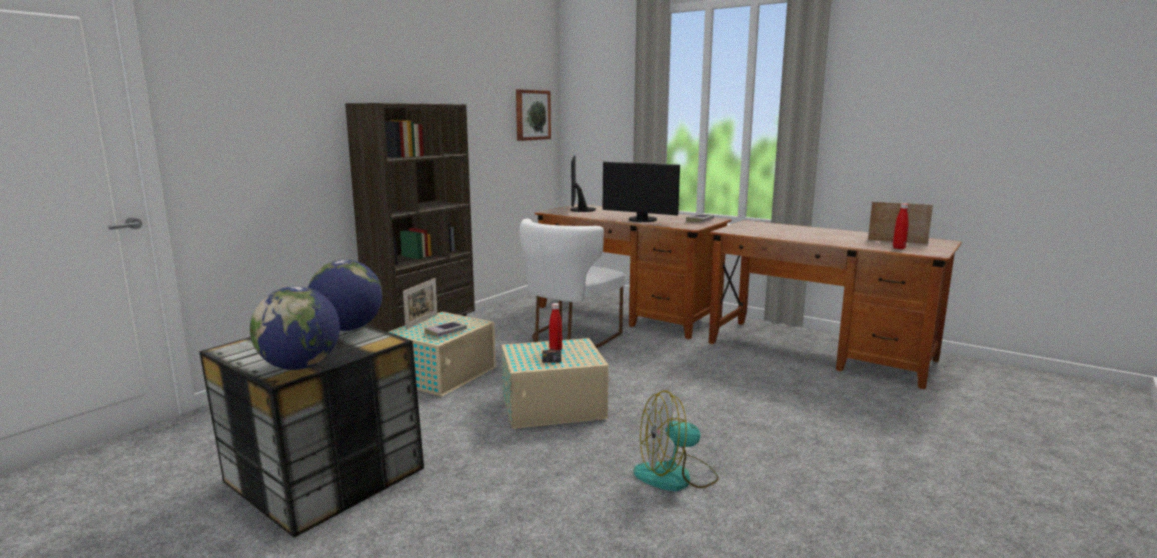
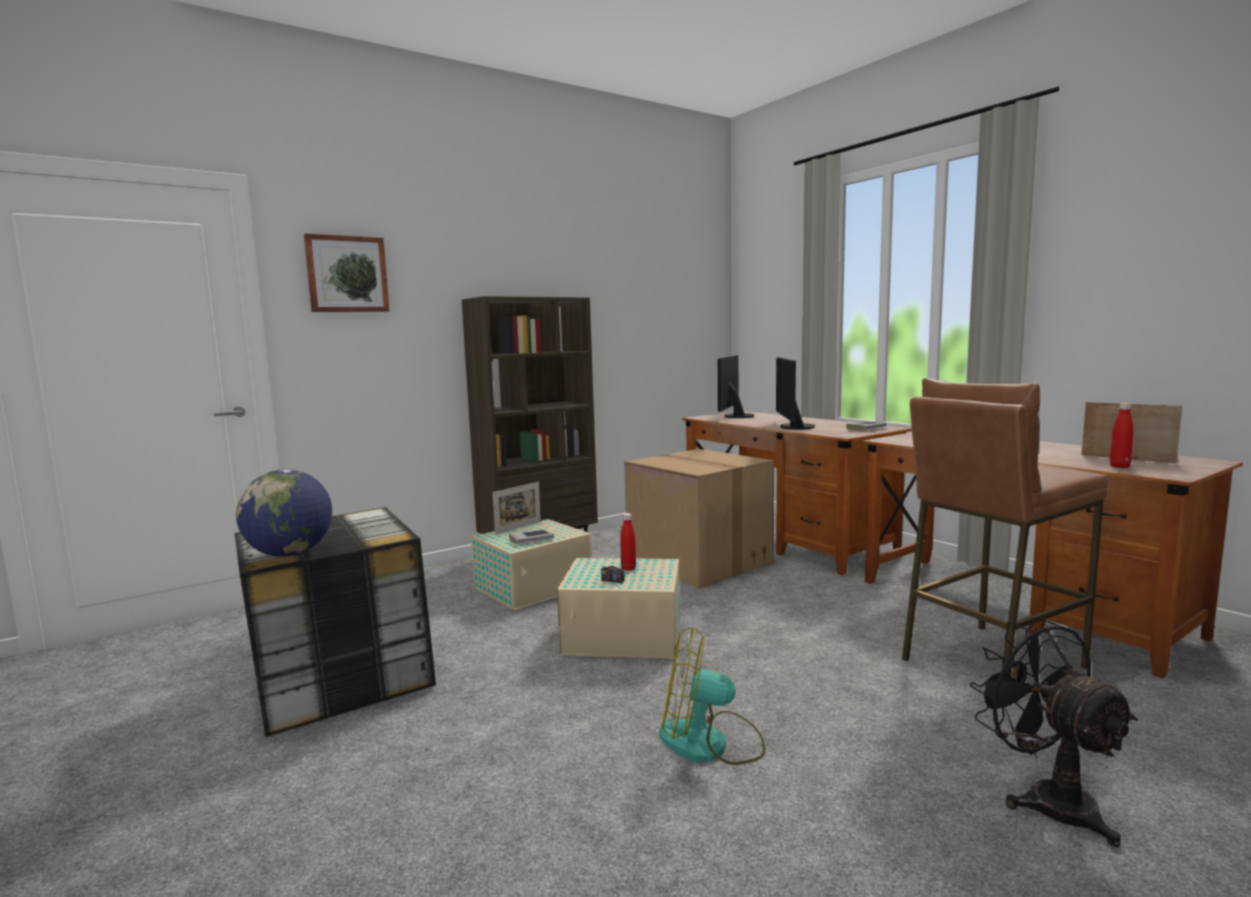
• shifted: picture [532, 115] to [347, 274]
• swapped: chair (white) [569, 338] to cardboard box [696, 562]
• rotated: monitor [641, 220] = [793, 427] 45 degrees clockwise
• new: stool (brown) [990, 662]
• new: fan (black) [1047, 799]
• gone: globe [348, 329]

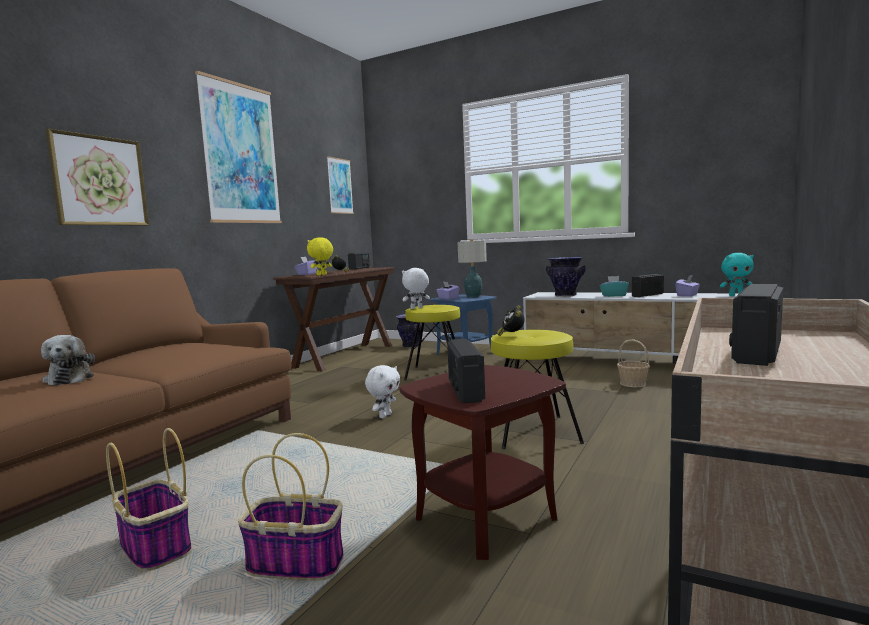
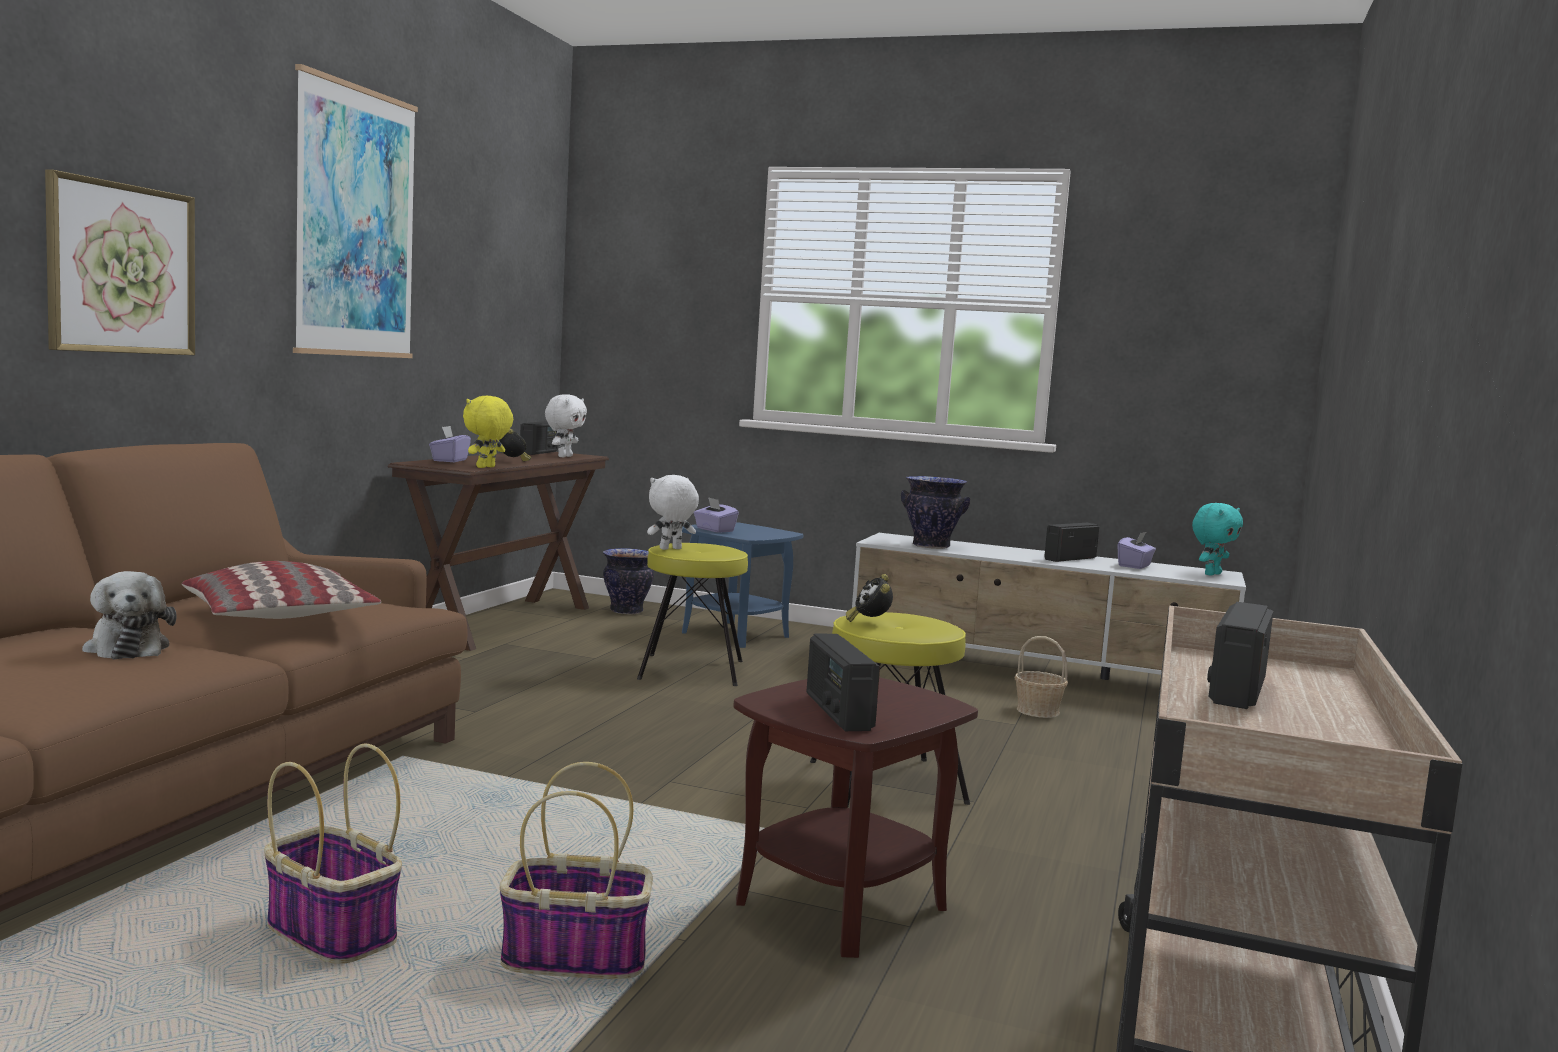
• new: pillow [281, 618]
• shifted: plush toy (white) [384, 416] to [564, 456]
• rotated: plush toy (turquoise) [736, 295] = [1211, 574] 45 degrees counterclockwise
• gone: picture [340, 186]
• gone: table lamp [473, 296]
• gone: tissue box (turquoise) [613, 295]

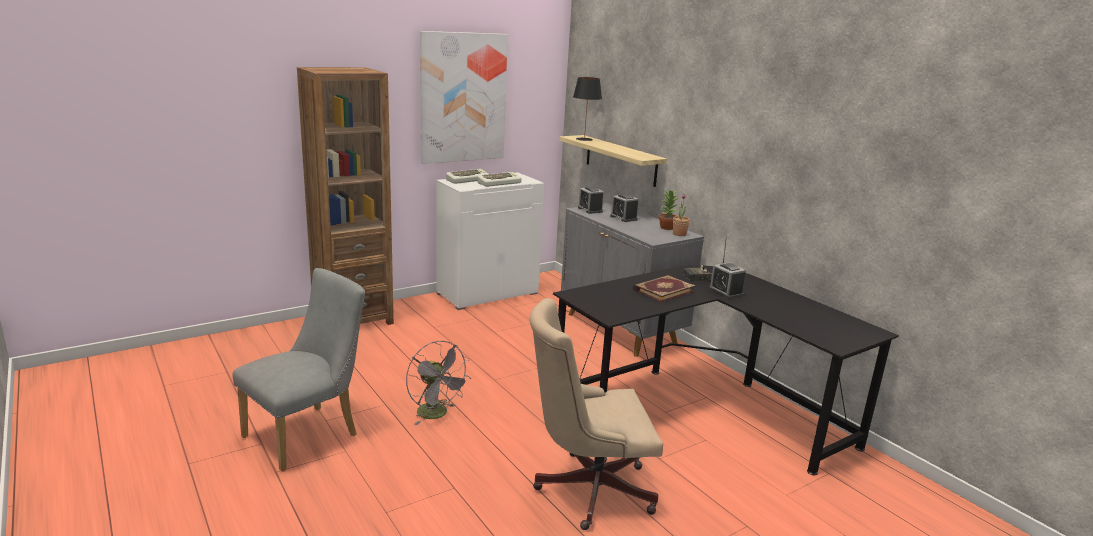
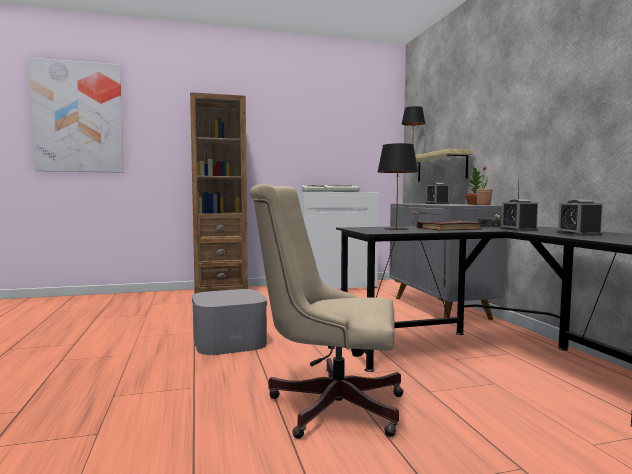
• shifted: picture [462, 98] to [78, 117]
• swapped: fan (grey) [437, 414] to storage box (grey) [229, 341]
• new: table lamp (black) [397, 229]
• shifted: alarm clock [590, 210] to [578, 234]
• gone: chair (grey) [308, 433]

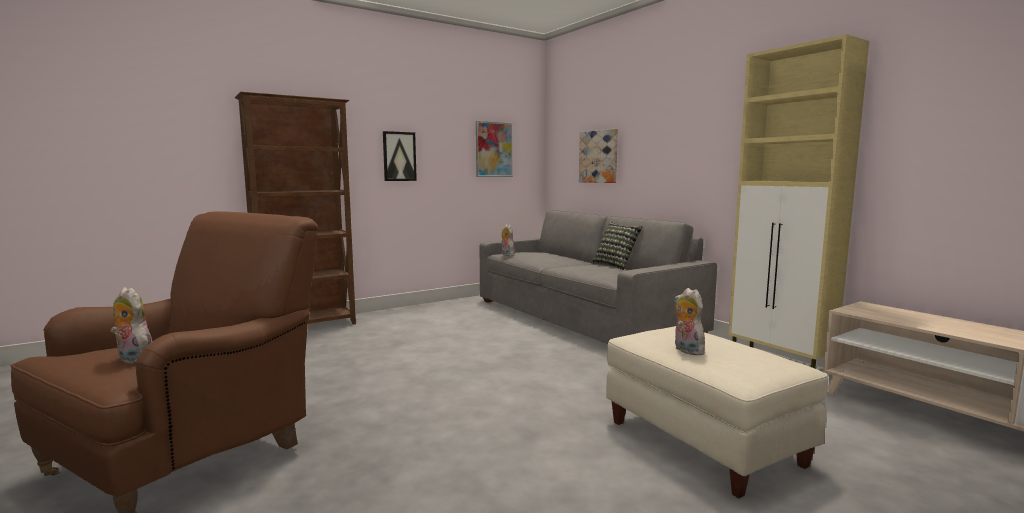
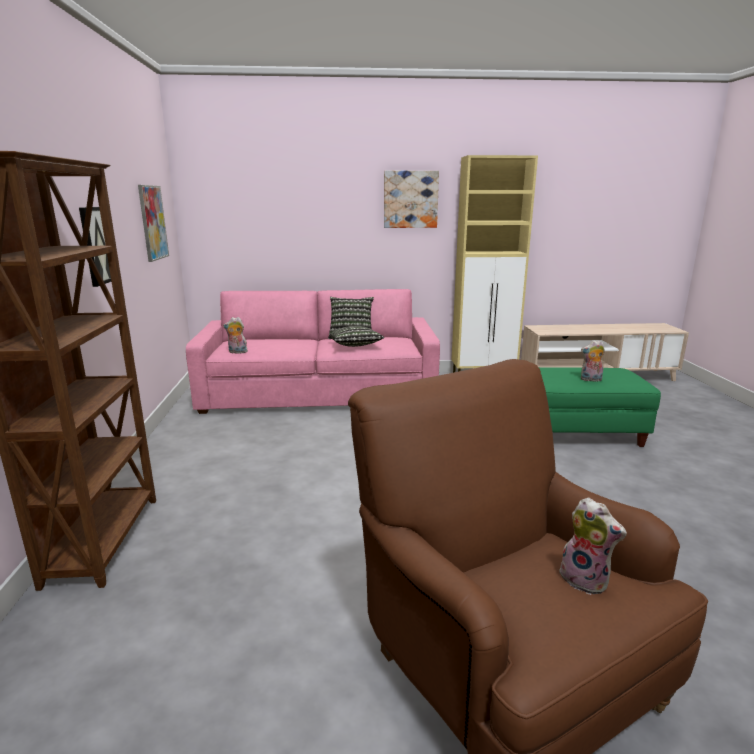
• repainted: sofa (grey) [582, 316] to sofa (pink) [319, 392]
• new: pillow [355, 346]
• shifted: picture [599, 156] to [410, 199]
• repainted: ottoman (beige) [704, 442] to ottoman (green) [580, 432]
• rotated: plush toy [133, 360] = [586, 579] 105 degrees counterclockwise

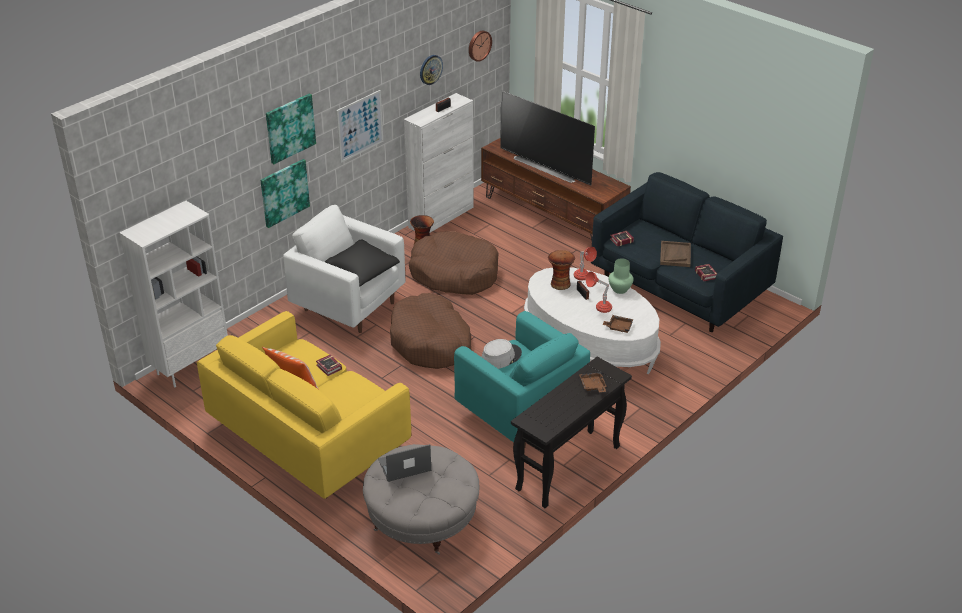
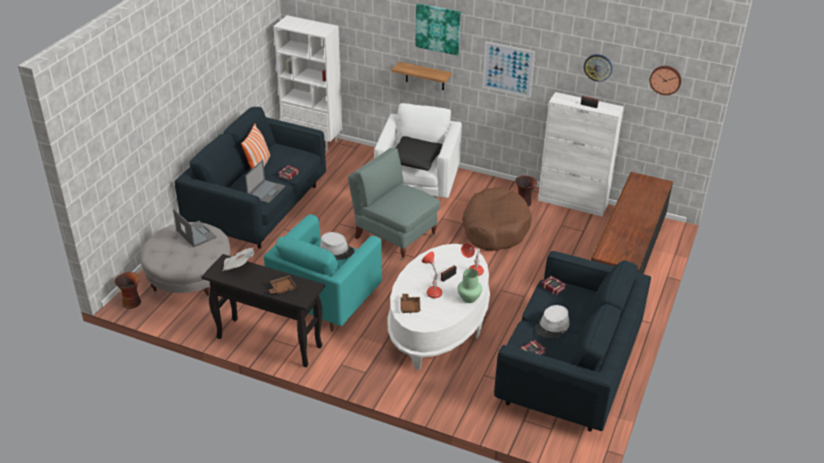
• shifted: vase [560, 283] to [132, 302]
• repainted: sofa (yellow) [310, 437] to sofa (blue) [258, 208]
• new: newspaper [238, 266]
• new: laptop [266, 191]
• swapped: dog bed (brown) [431, 342] to armchair (grey) [394, 236]
• swapped: picture [284, 192] to shelf [425, 76]
• swapped: tray (brown) [675, 255] to hat (grey) [552, 326]
• gone: television [547, 166]

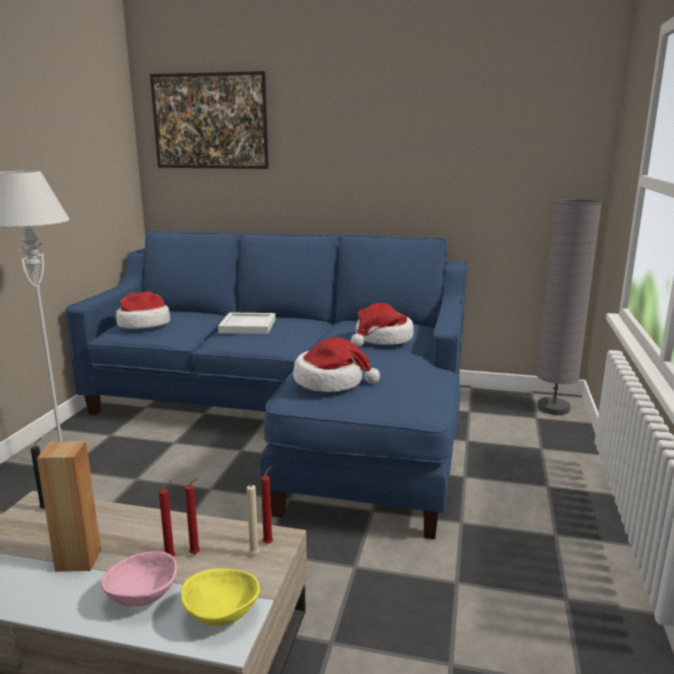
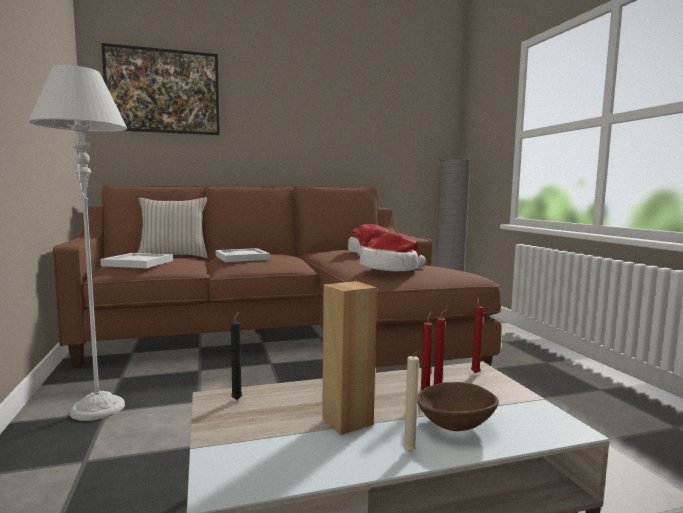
• repainted: sofa (blue) [293, 416] to sofa (brown) [282, 336]
• swapped: hat [144, 324] to tray (white) [137, 263]
• new: pillow (beige) [173, 257]
• shifted: candle (beige) [253, 555] to [411, 453]
• repainted: bowl (pink) [142, 597] to bowl (brown) [455, 426]
• gone: bowl (yellow) [221, 615]

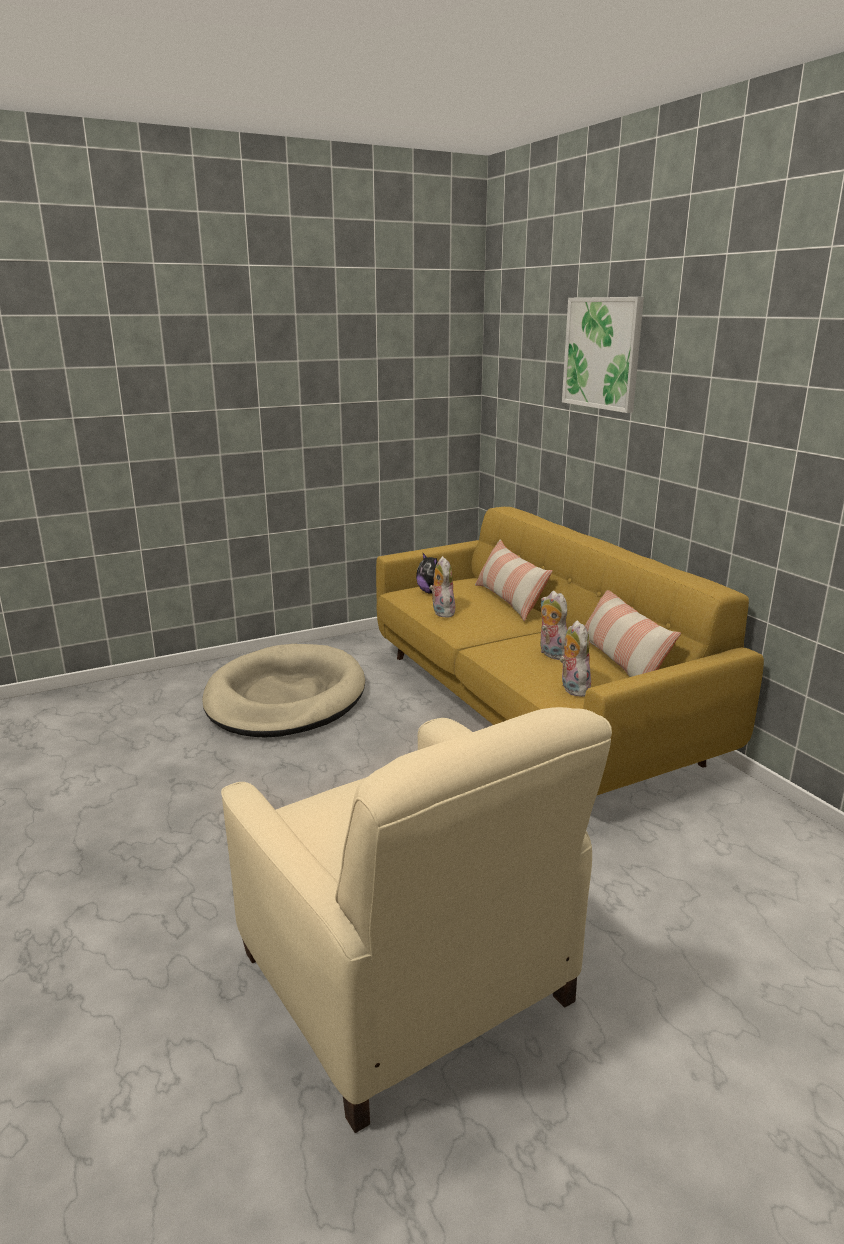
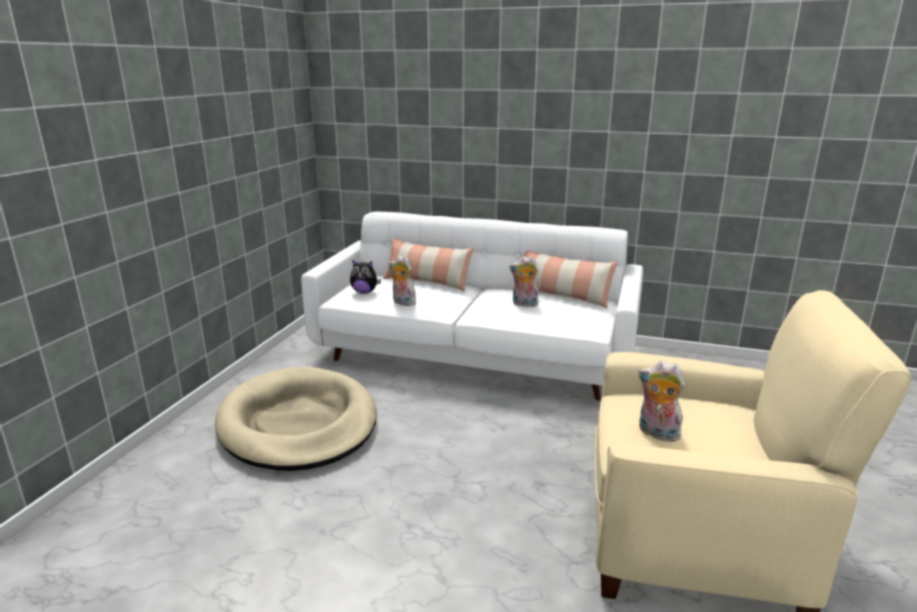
• repainted: sofa (yellow) [530, 706] to sofa (white) [474, 355]
• shifted: plush toy [572, 688] to [656, 433]
• gone: picture [602, 353]

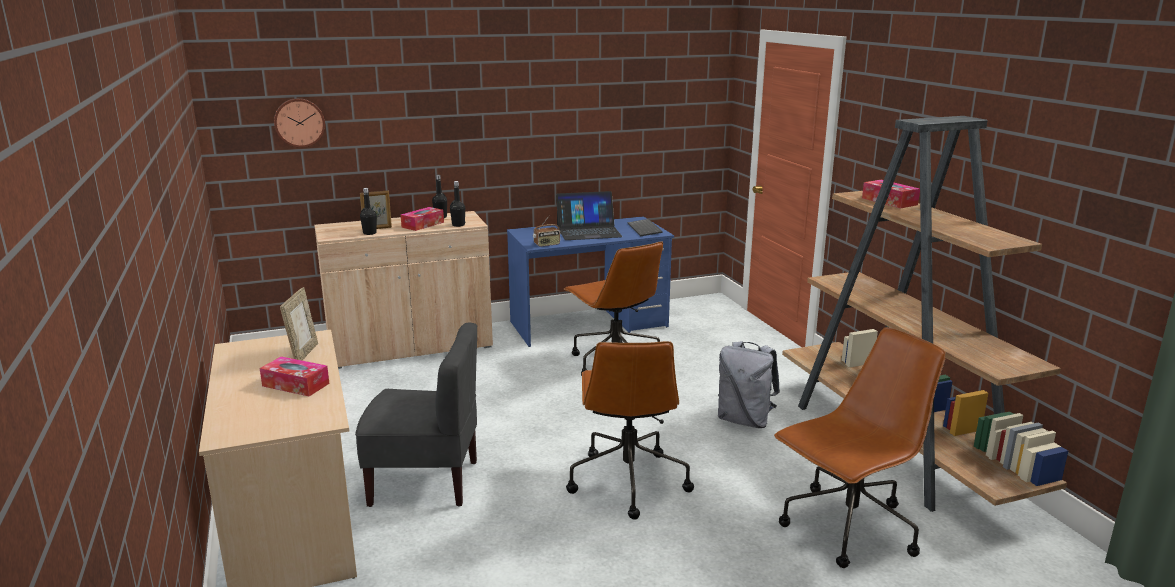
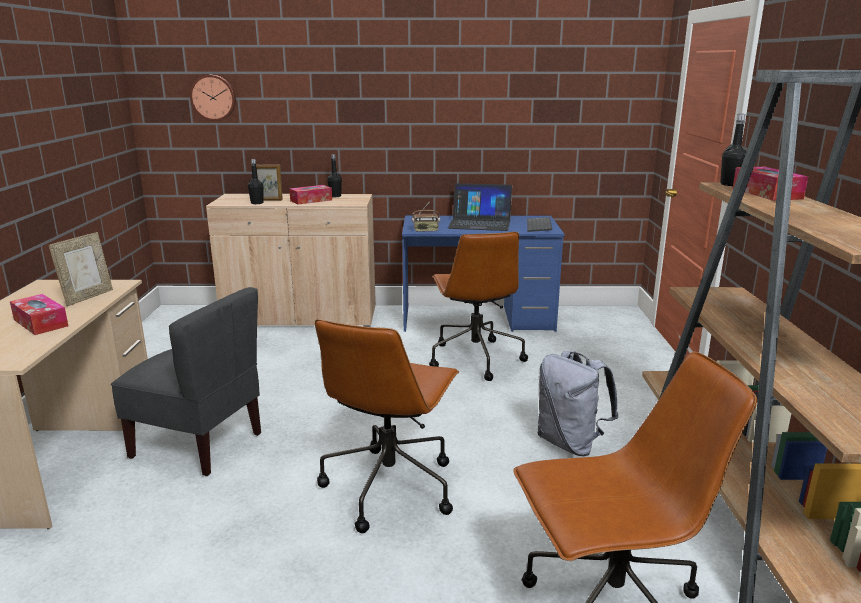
• shifted: bottle (black) [458, 225] to [730, 184]

